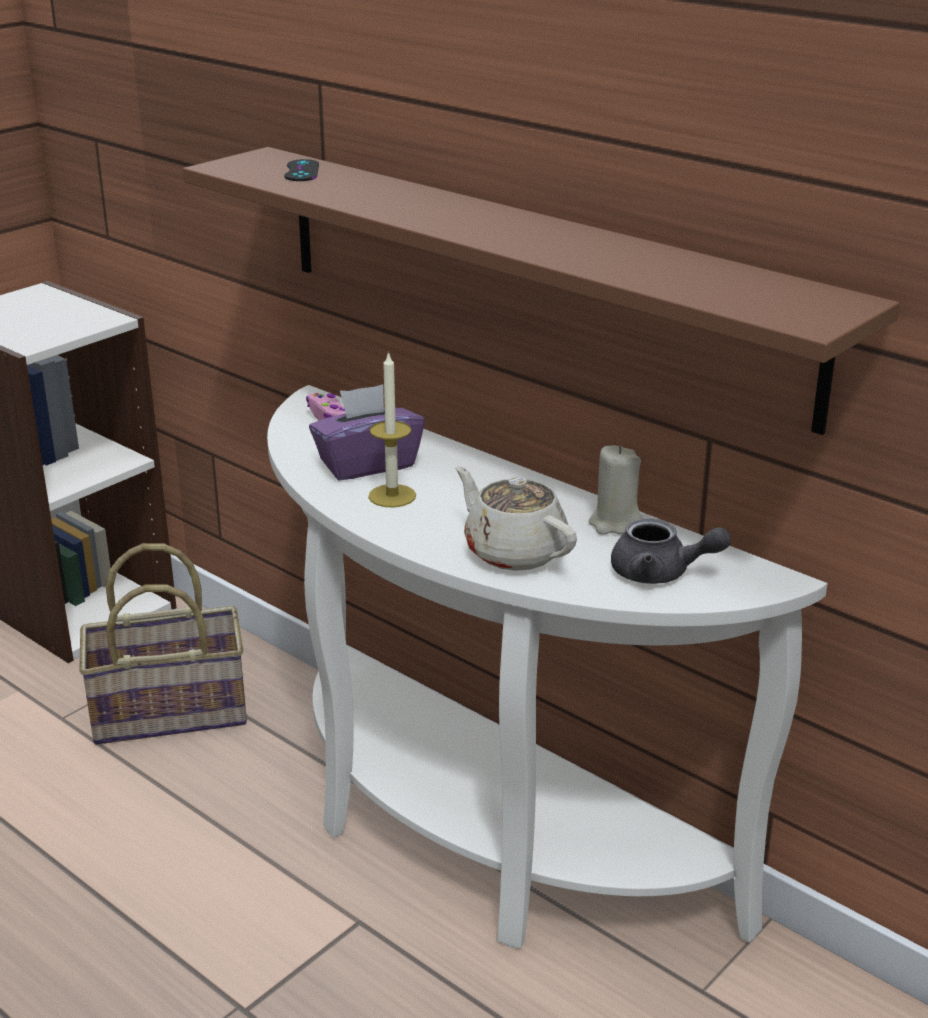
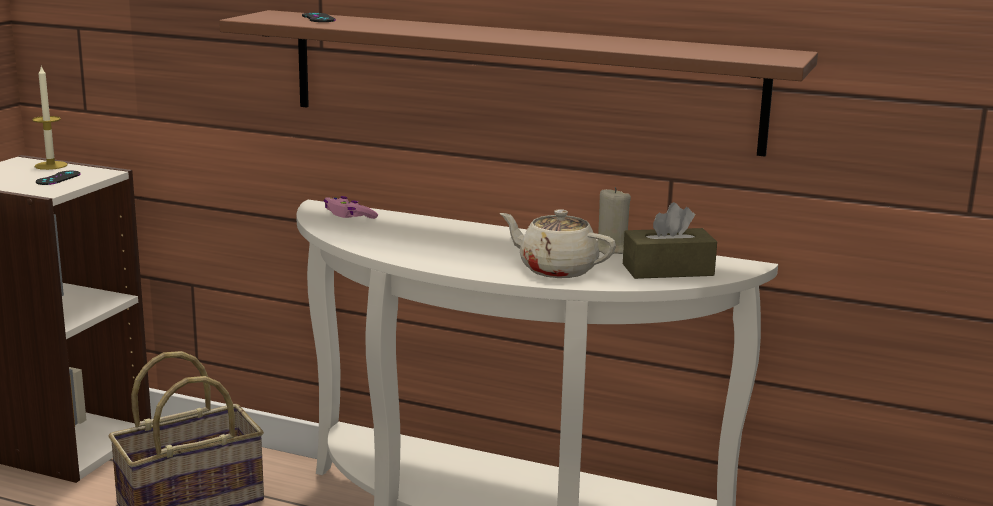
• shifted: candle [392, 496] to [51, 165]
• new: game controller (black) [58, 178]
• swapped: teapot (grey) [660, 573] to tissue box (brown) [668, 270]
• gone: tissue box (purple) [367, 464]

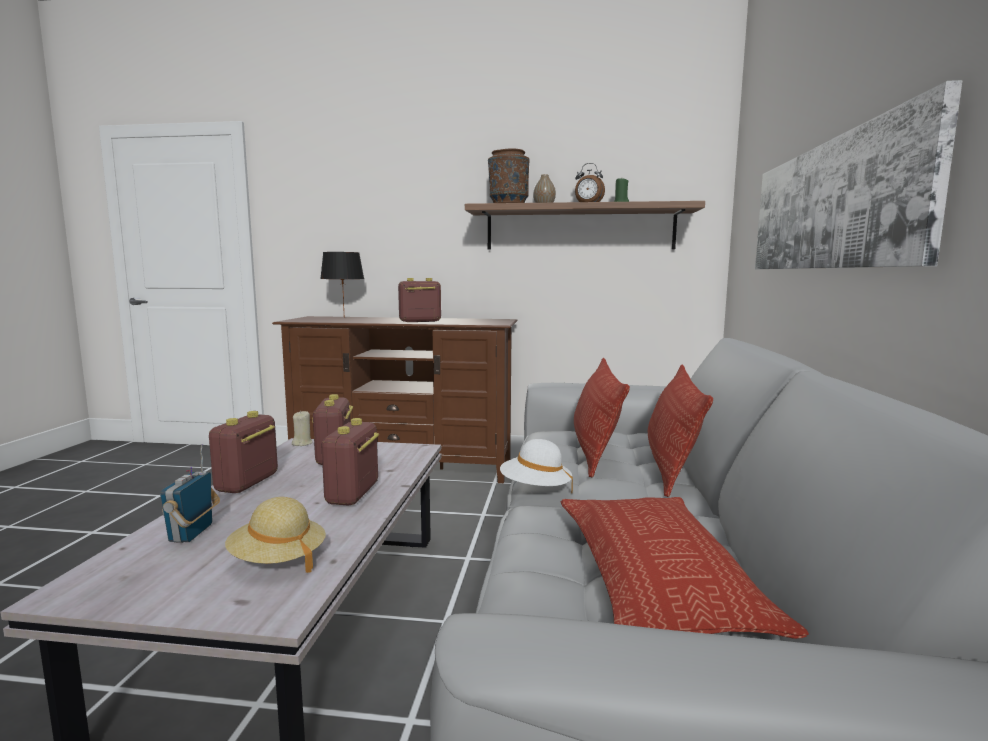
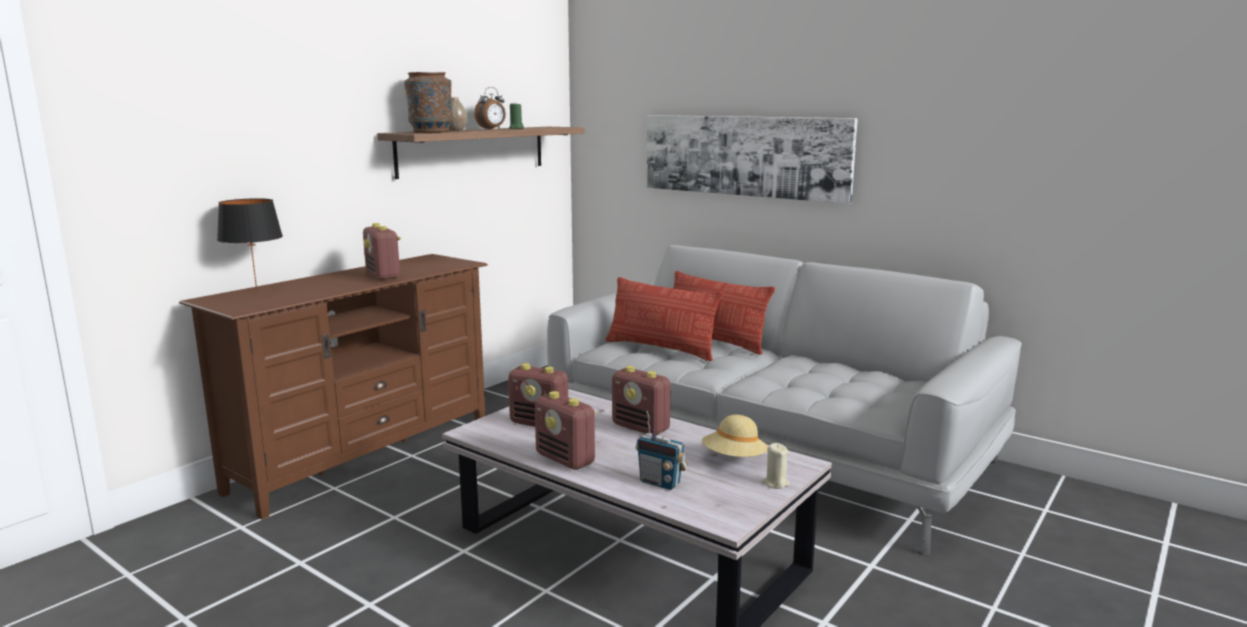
• rotated: radio [419, 321] = [383, 276] 45 degrees counterclockwise
• shifted: candle (beige) [302, 443] to [775, 483]
• gone: hat (white) [535, 489]
• gone: pillow [655, 576]

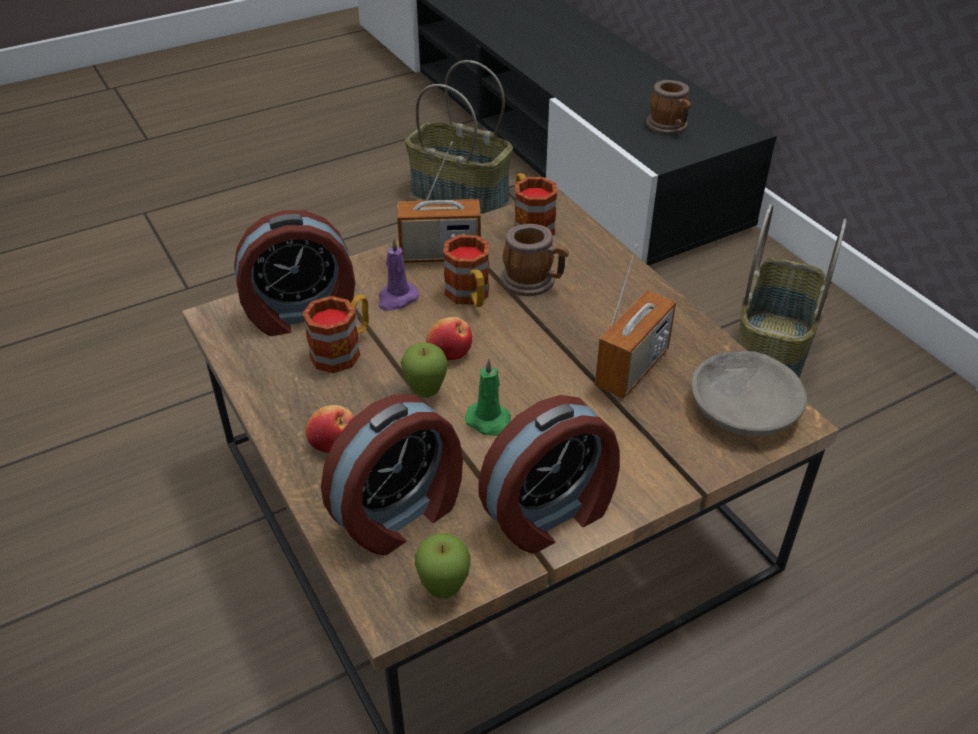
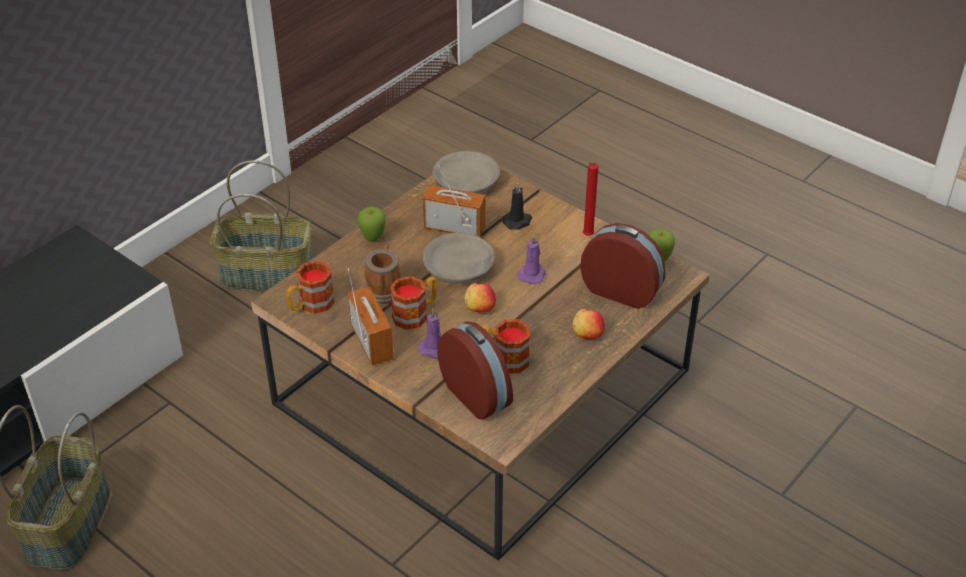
• shifted: apple [426, 393] to [373, 239]
• new: bowl (grey) [459, 268]
• new: candle (black) [518, 221]
• repainted: candle (green) [490, 422] to candle (purple) [532, 274]
• swapped: alarm clock [551, 514] to candle (red) [587, 236]
• gone: mug [669, 127]

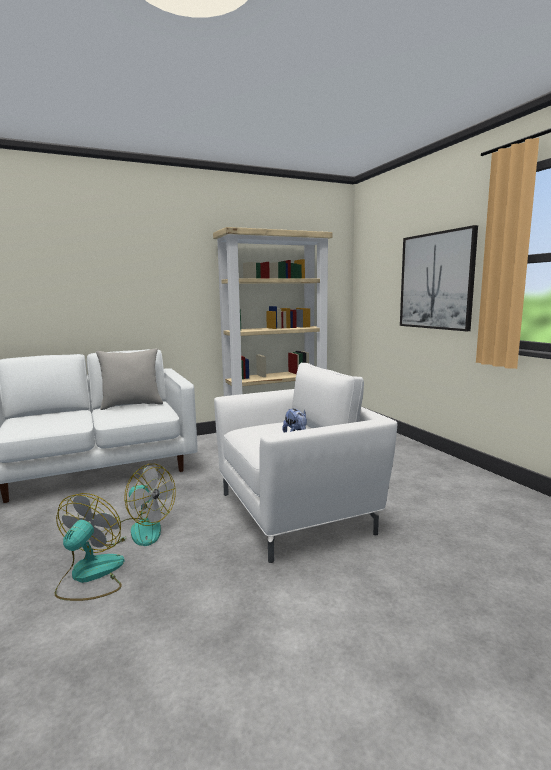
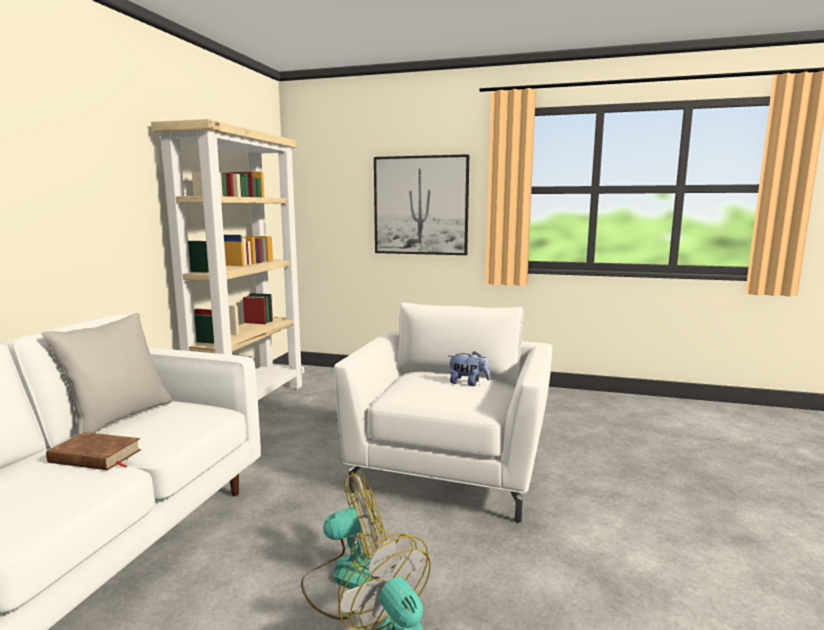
• new: book (brown) [95, 456]

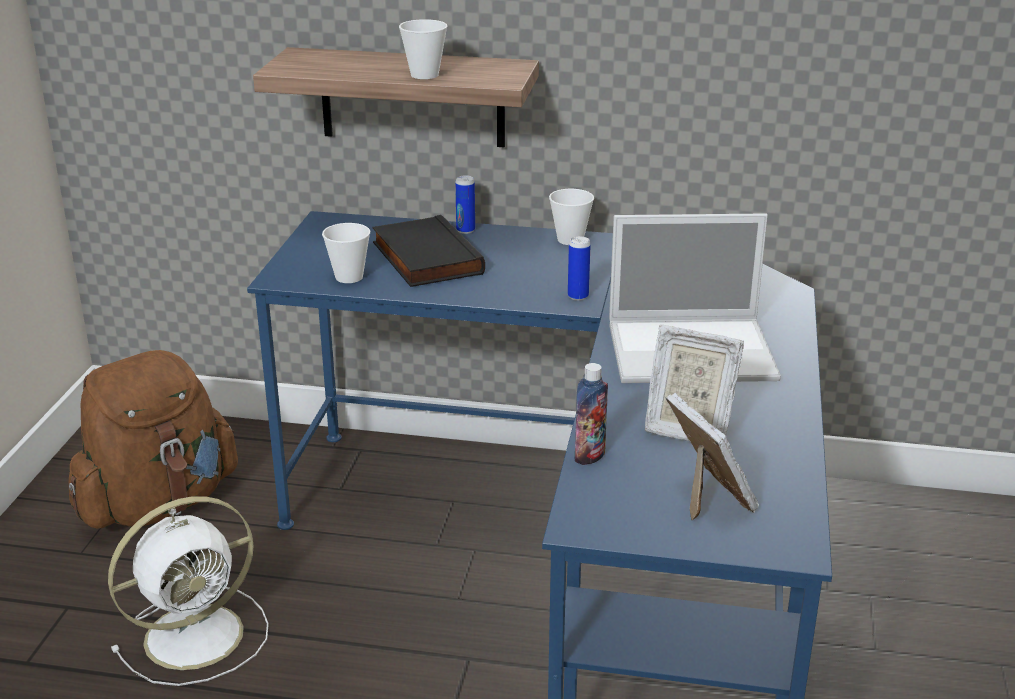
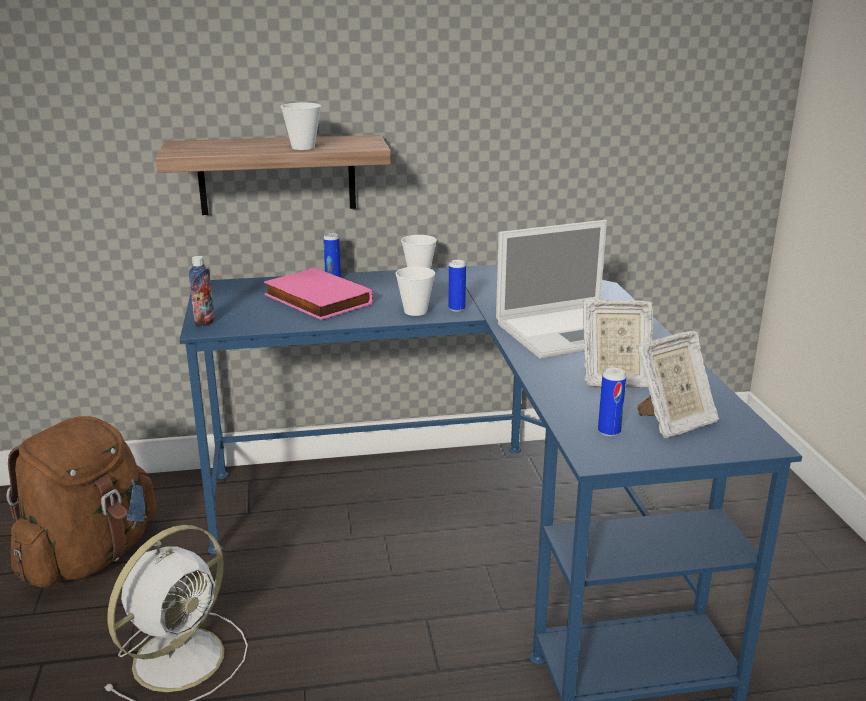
• shifted: bottle [589, 456] to [204, 322]
• repainted: book (black) [424, 258] to book (pink) [315, 300]
• shifted: cup [349, 277] to [415, 311]
• new: can [609, 431]
• rotated: picture frame [709, 499] = [673, 423] 105 degrees clockwise

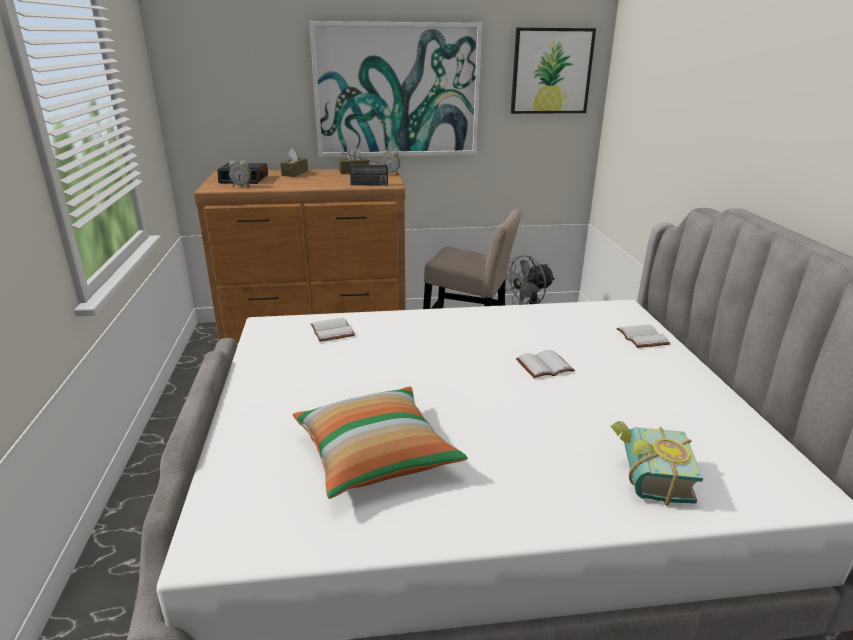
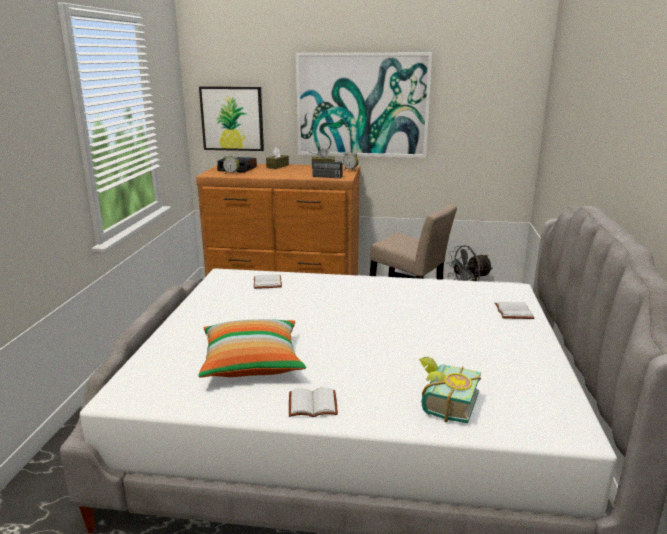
• shifted: picture [551, 71] to [232, 118]
• shifted: book (white) [544, 367] to [312, 405]

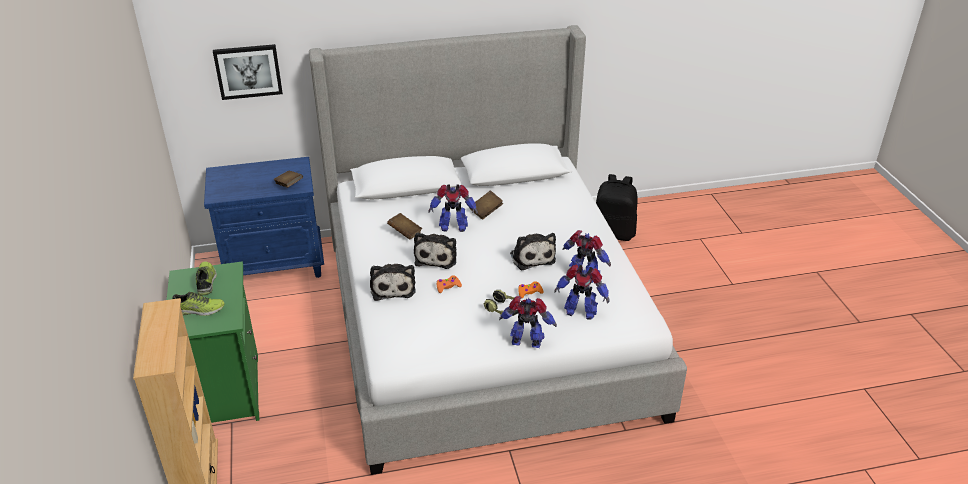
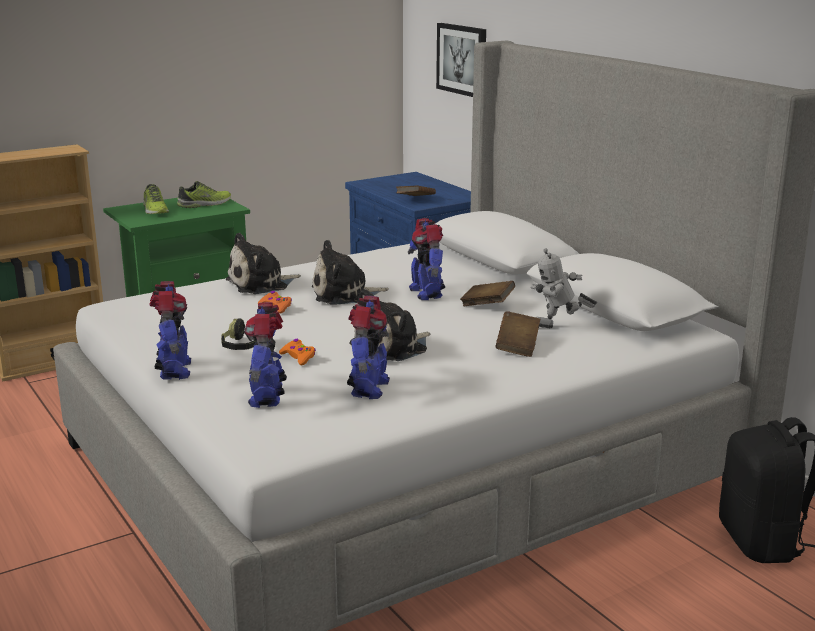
• shifted: book (brown) [405, 233] to [517, 347]
• new: toy robot [559, 328]

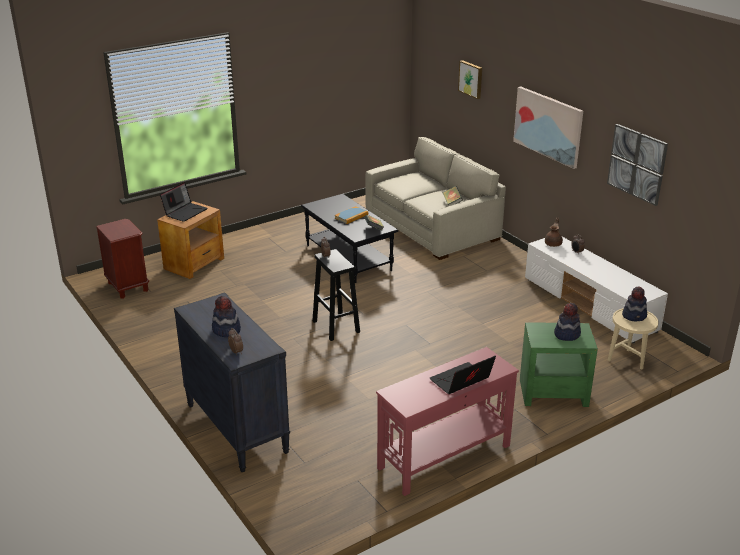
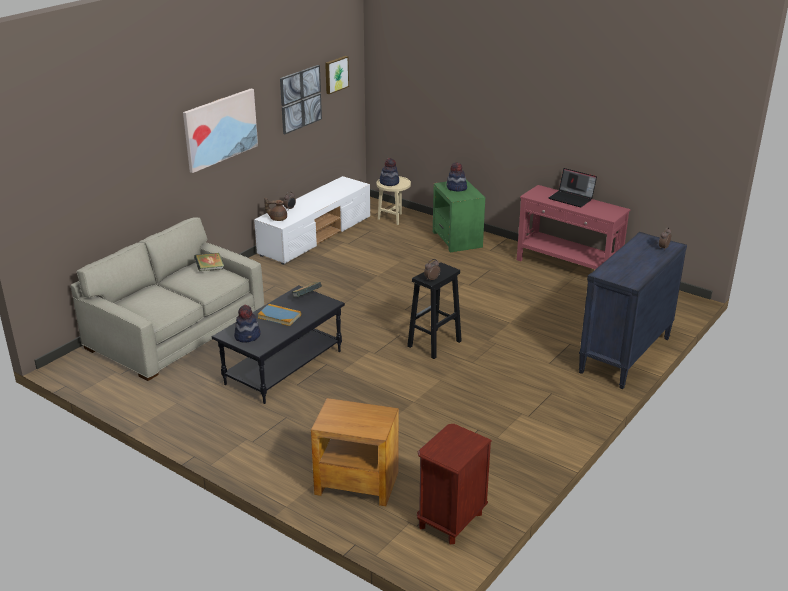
• shifted: hat [226, 330] to [248, 336]
• shifted: picture [471, 79] to [335, 74]
• gone: laptop [185, 212]

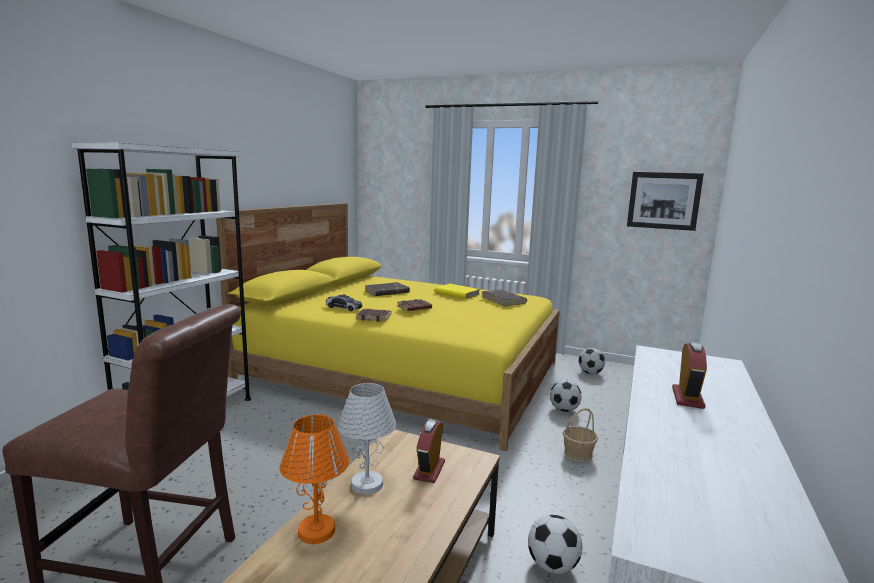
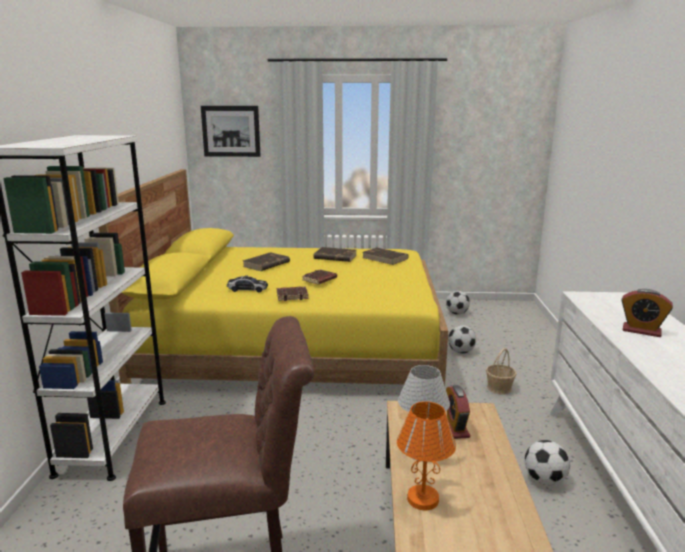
• shifted: picture [663, 200] to [231, 131]
• repainted: book (yellow) [456, 294] to book (brown) [335, 257]
• rotated: alarm clock [687, 398] = [641, 331] 120 degrees clockwise

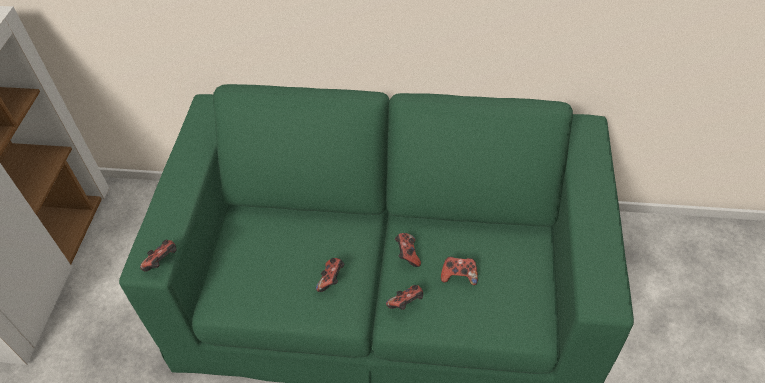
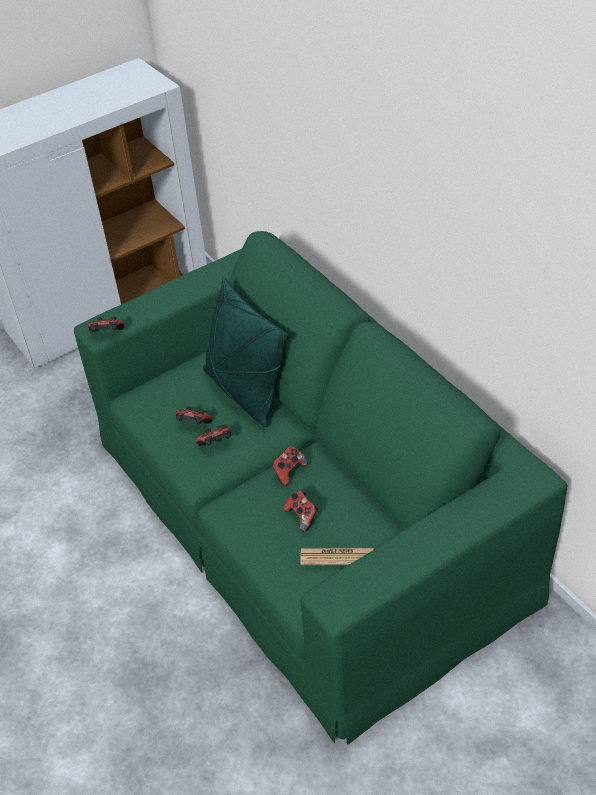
• shifted: game controller [406, 304] to [193, 424]
• new: pillow (green) [245, 392]
• new: newspaper [337, 557]

